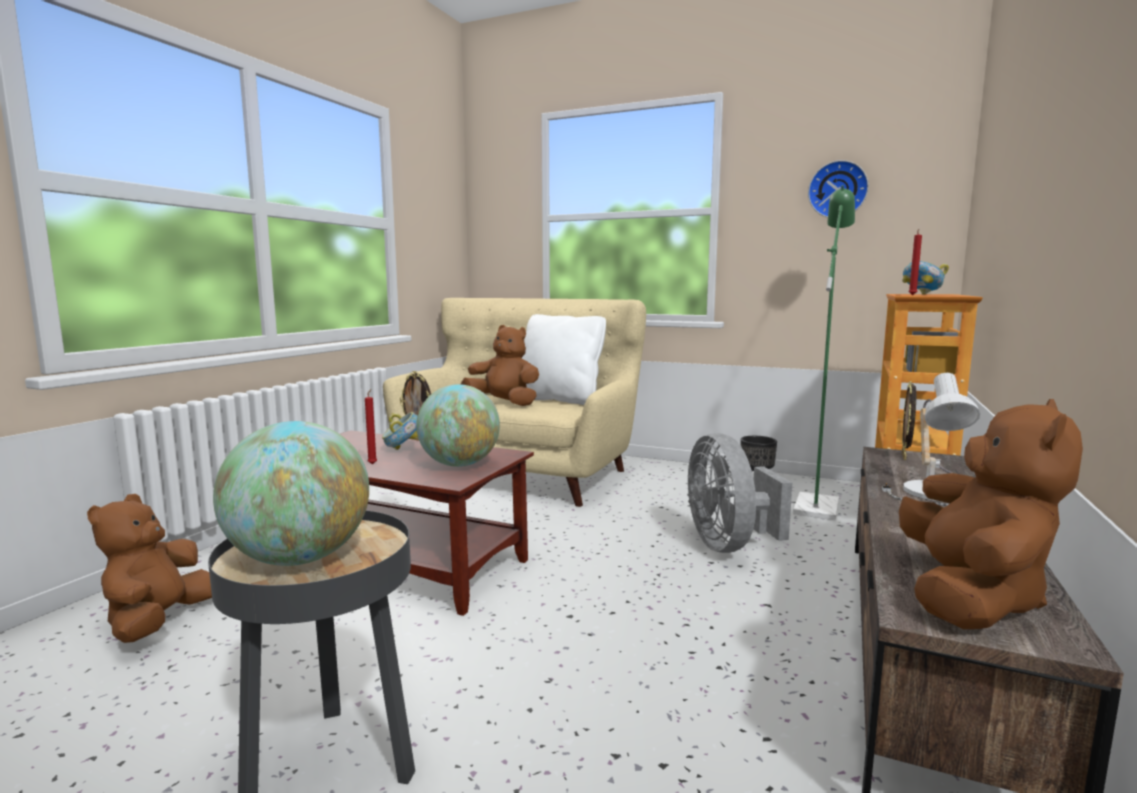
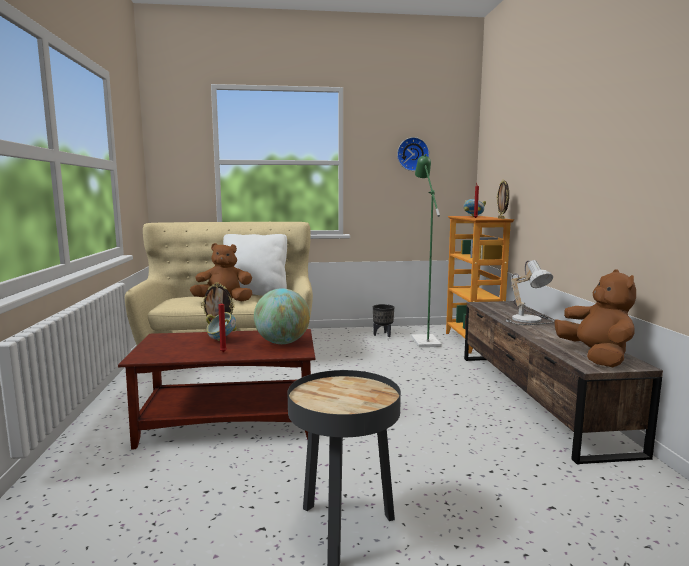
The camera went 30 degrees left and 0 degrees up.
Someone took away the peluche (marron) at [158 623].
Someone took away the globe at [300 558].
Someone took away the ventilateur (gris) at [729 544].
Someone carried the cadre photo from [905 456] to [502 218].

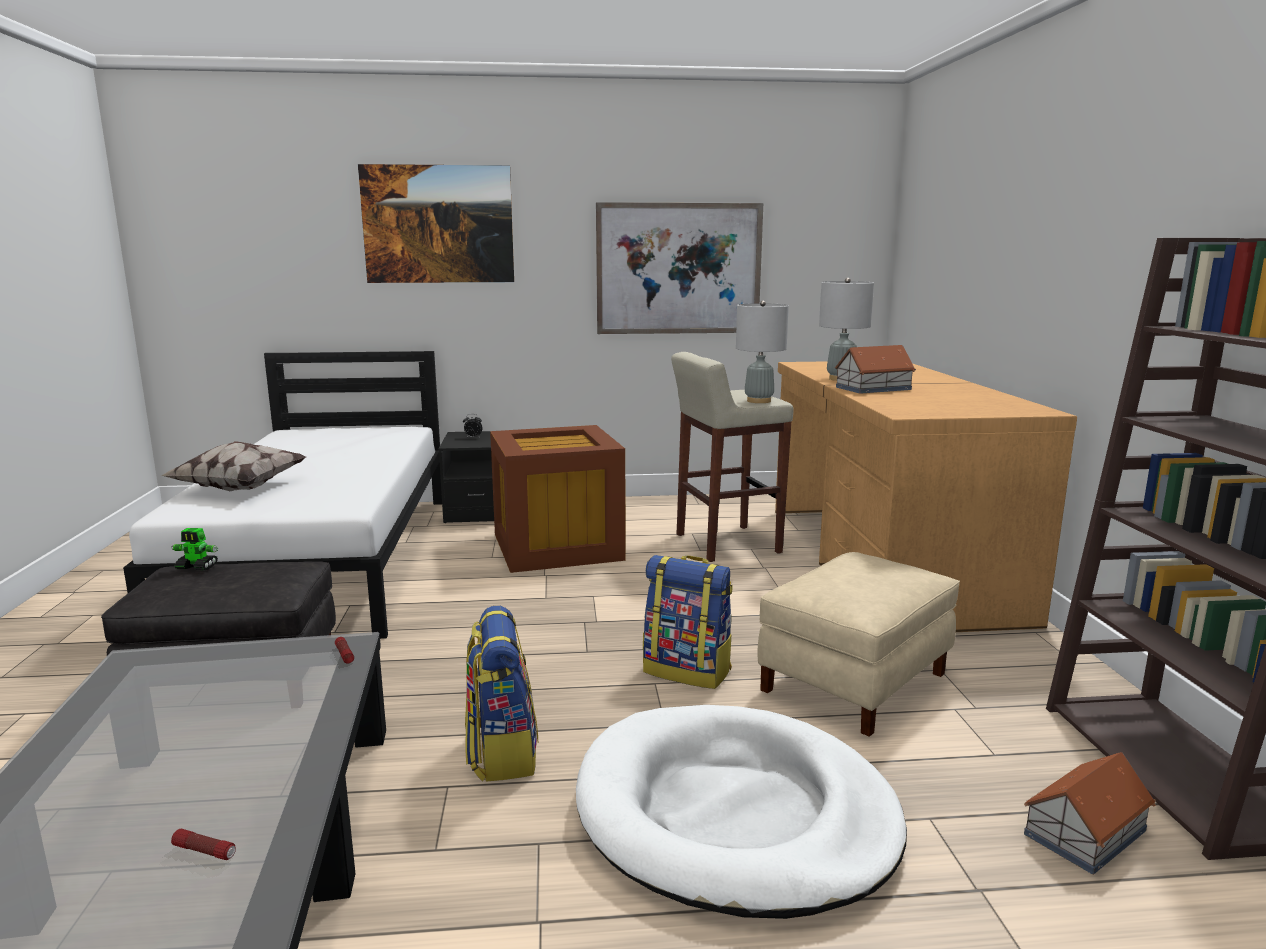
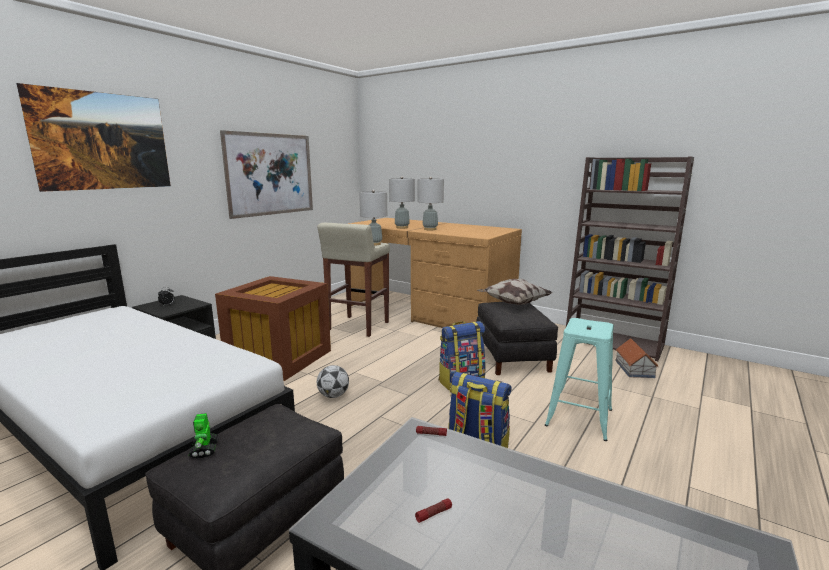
The camera went 50 degrees left and 0 degrees up.
Someone carried the coussin from [240 488] to [513 303].
Someone carried the lampe de poche from [205 851] to [434 514].
Someone rotated the robot jouet at [197 567] by 120 degrees clockwise.
Someone swapped the panier pour chien (blanc) at [734 814] for the tabouret (turquoise) at [579 417].
Someone repainted the pouf (beige) at [855 682], which became the pouf (noir) at [512 358].
Someone swapped the maison miniature at [874 388] for the lampe de table (gris) at [430 229].
Someone put down the ballon de foot at [333 395].

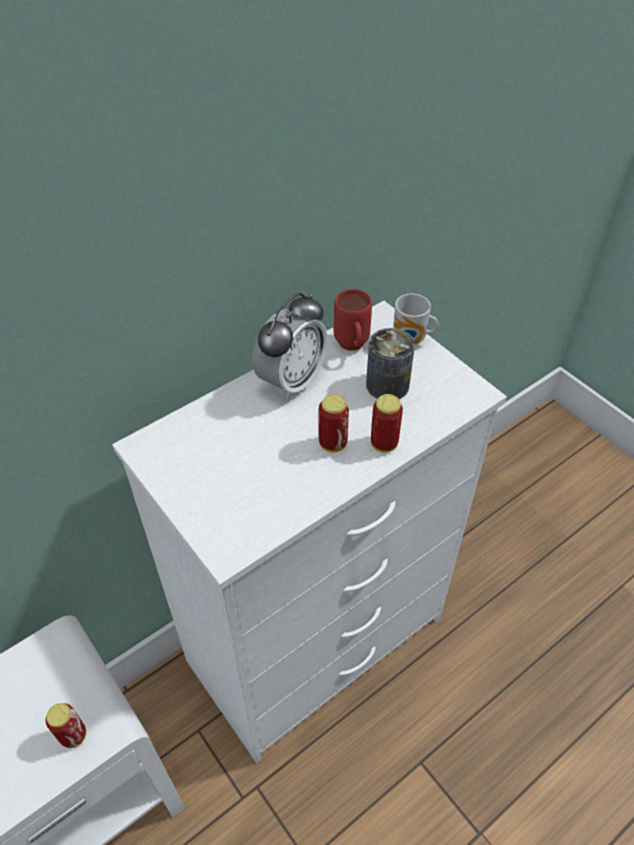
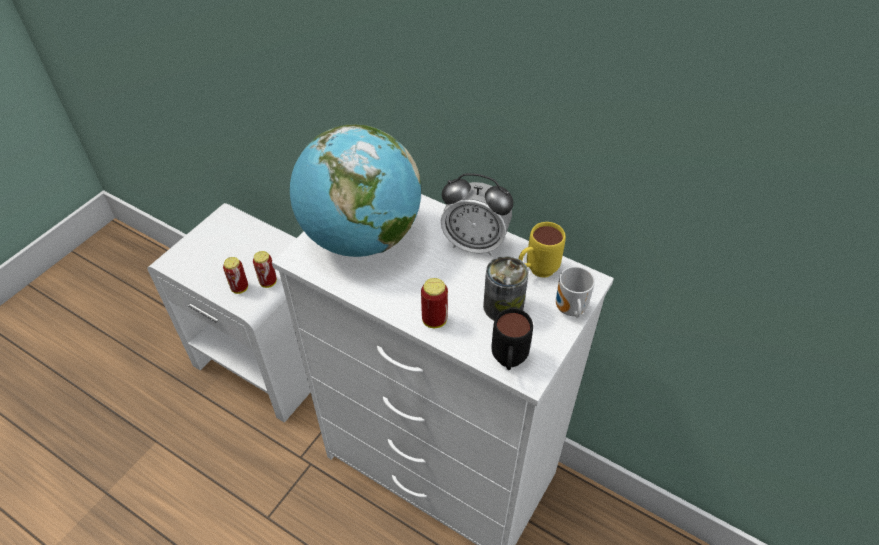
The camera went 70 degrees right and 0 degrees up.
Someone carried the boîte métallique from [332 444] to [268 282].
Someone repainted the mug (rouge) at [352 347], which became the mug (jaune) at [536 271].
Someone put down the globe at [361 238].
Someone put down the mug (noir) at [508 363].

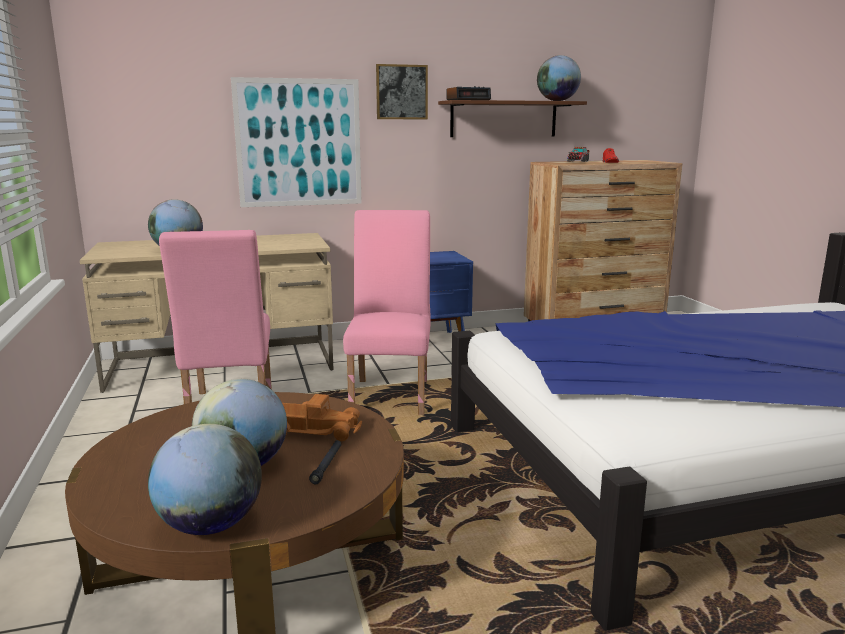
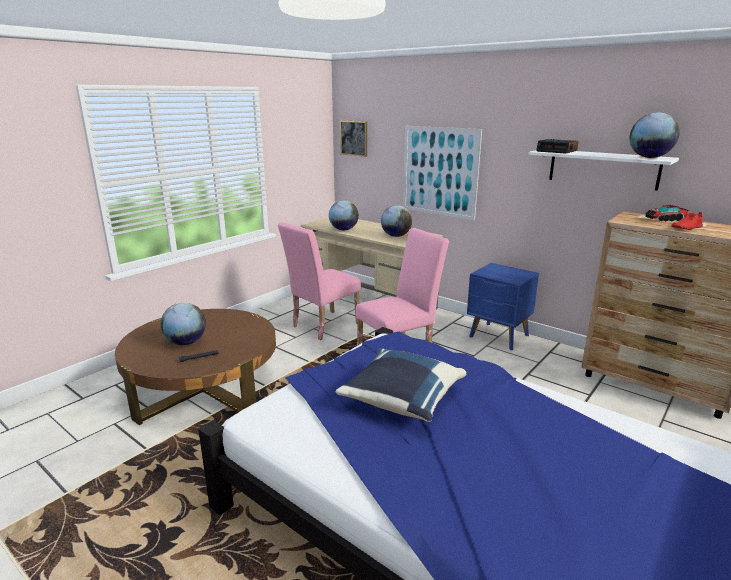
The camera went 55 degrees right and 5 degrees up.
Someone carried the globe from [210 525] to [396 236].
Someone took away the camion jouet at [313 430].
Someone carried the tableau from [401 92] to [354 138].
Someone repainted the étagère (marron) at [503 119], which became the étagère (blanc) at [603 168].
Someone put down the coussin (bleu) at [401 400].

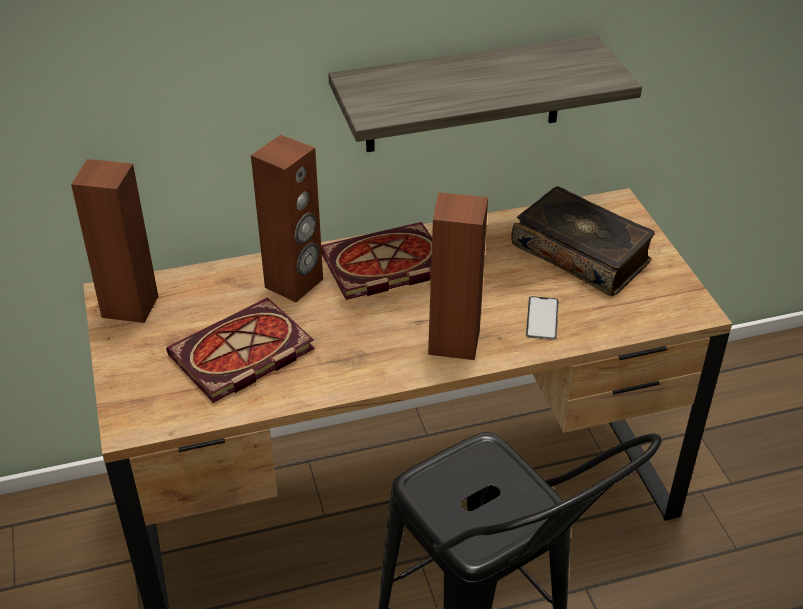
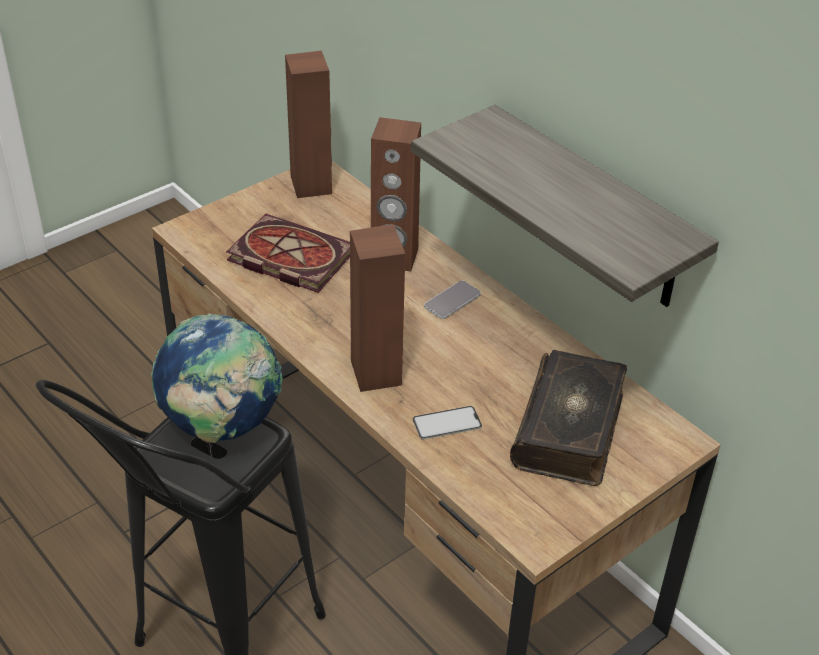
The camera went 65 degrees right and 0 degrees up.
Someone swapped the livre at [382 266] for the téléphone at [452 301].
Someone put down the globe at [222 426].

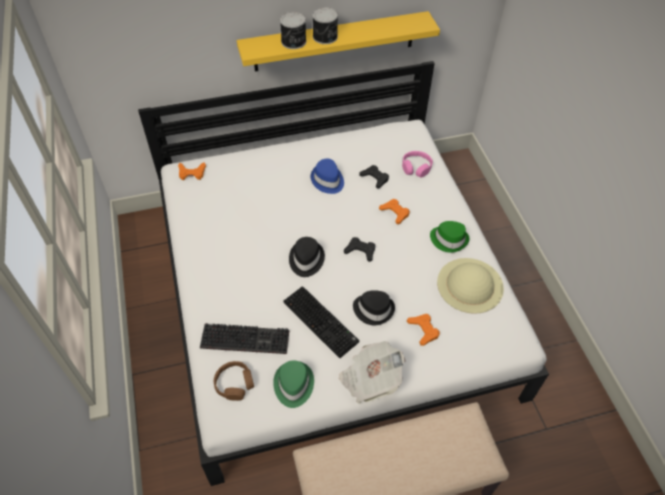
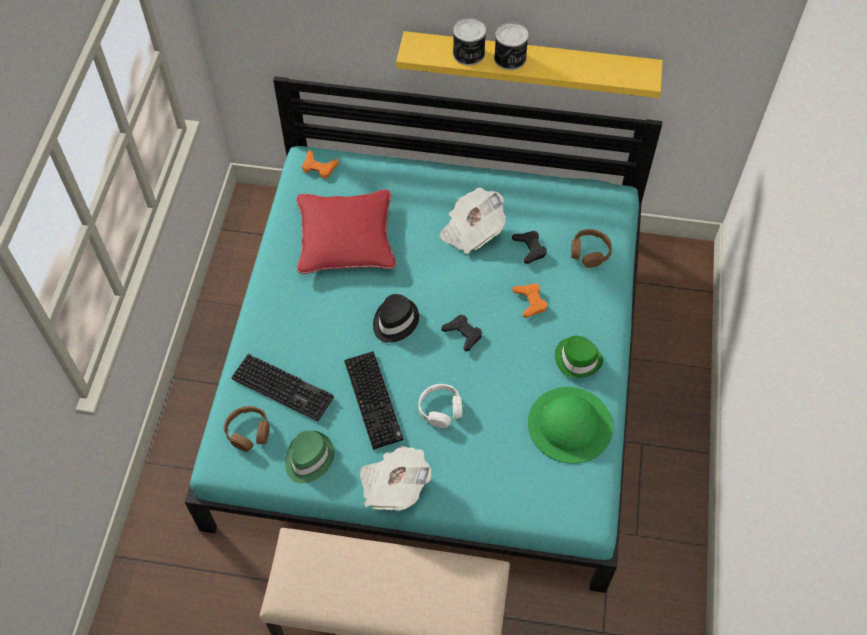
The camera went 25 degrees right and 5 degrees up.
Someone repainted the lit (blanc) at [332 294], which became the lit (turquoise) at [434 371].
Someone swapped the chapeau (bleu) at [327 180] for the journal at [471 231].
Someone swapped the chapeau (noir) at [373 309] for the casque audio (blanc) at [440 409].
Someone repainted the casque audio (rose) at [416 167], which became the casque audio (marron) at [589 252].
Someone took away the manette (orange) at [423 330].
Someone repainted the chapeau (beige) at [470 285], which became the chapeau (vert) at [570 424].
Someone put down the coussin (rouge) at [346 238].

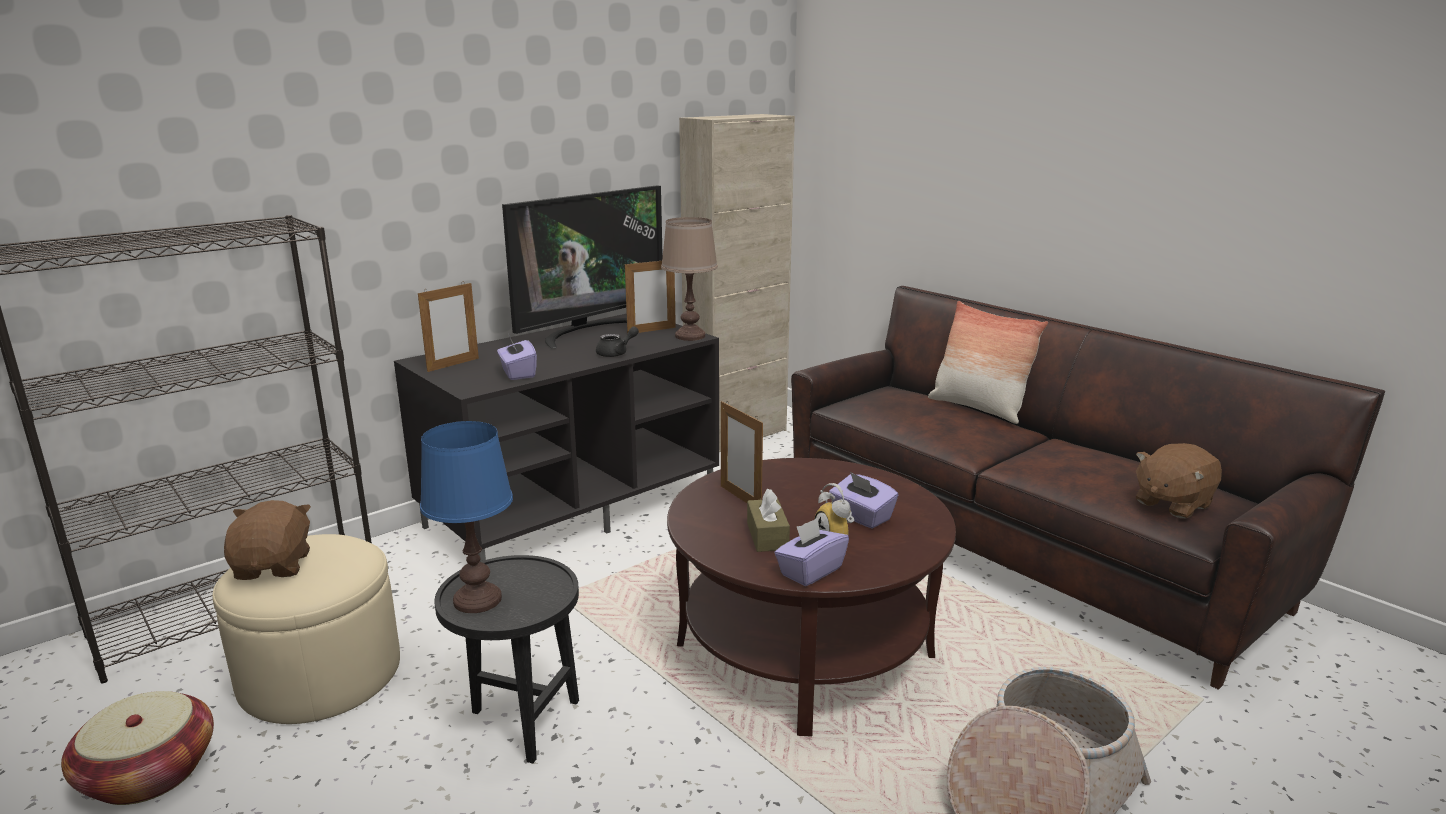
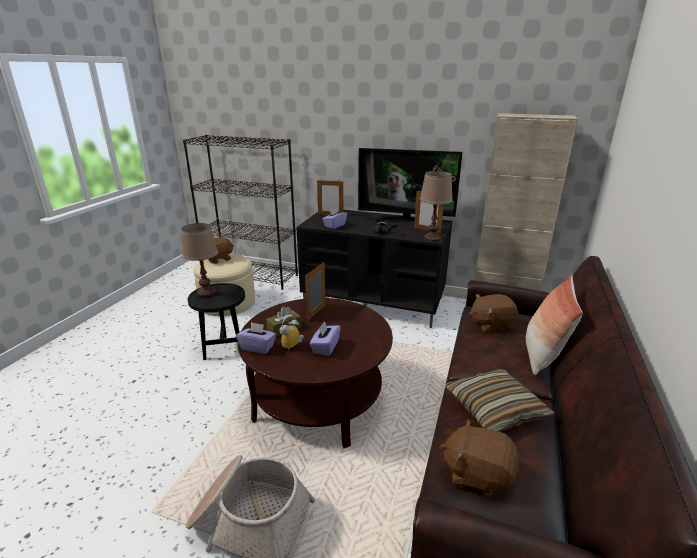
The camera went 60 degrees right and 5 degrees up.
Someone took away the panier at [149 773].
Someone repainted the lampe de table (bleu) at [477 600], which became the lampe de table (marron) at [206 292].
Someone put down the coussin at [495 409].
Someone put down the peluche (marron) at [491 325].

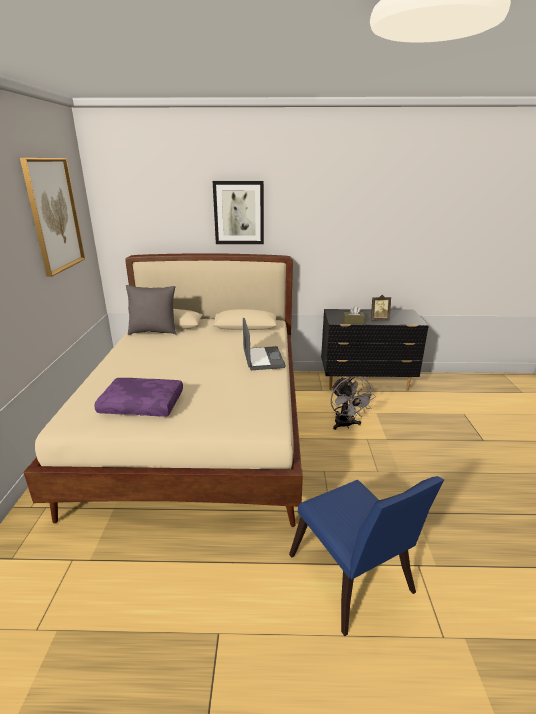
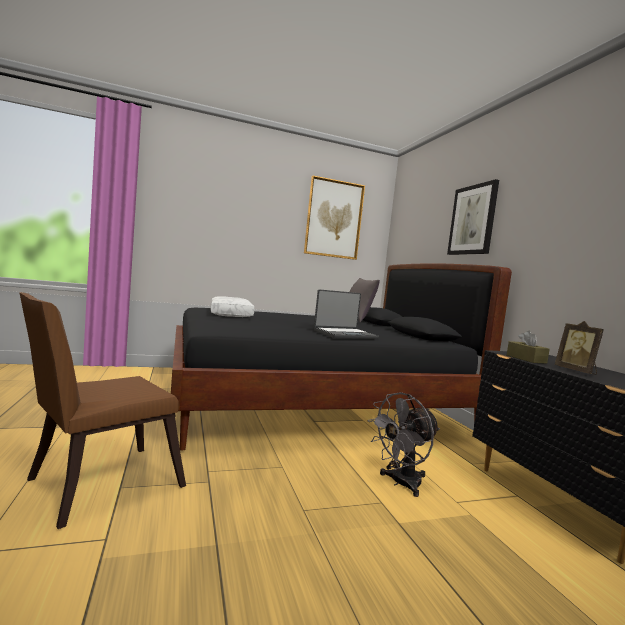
The camera went 70 degrees right and 20 degrees down.
Someone repainted the lit (beige) at [200 430], which became the lit (noir) at [311 404].
Someone repainted the coussin (violet) at [143 404], which became the coussin (blanc) at [231 314].
Someone repainted the chaise (bleu) at [353 581], which became the chaise (marron) at [96 485].

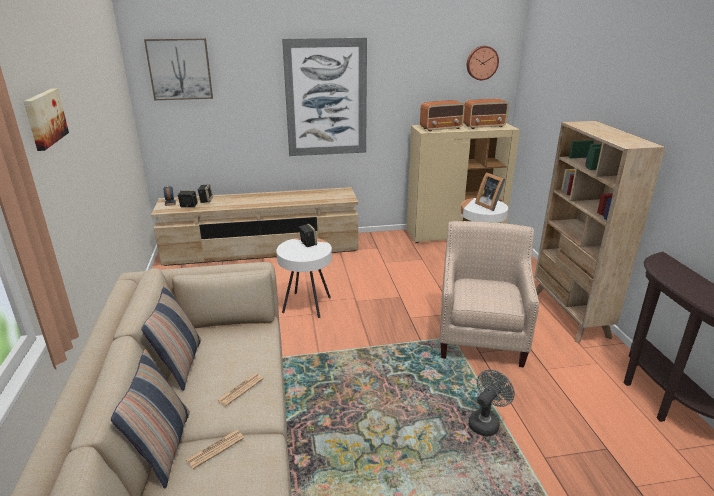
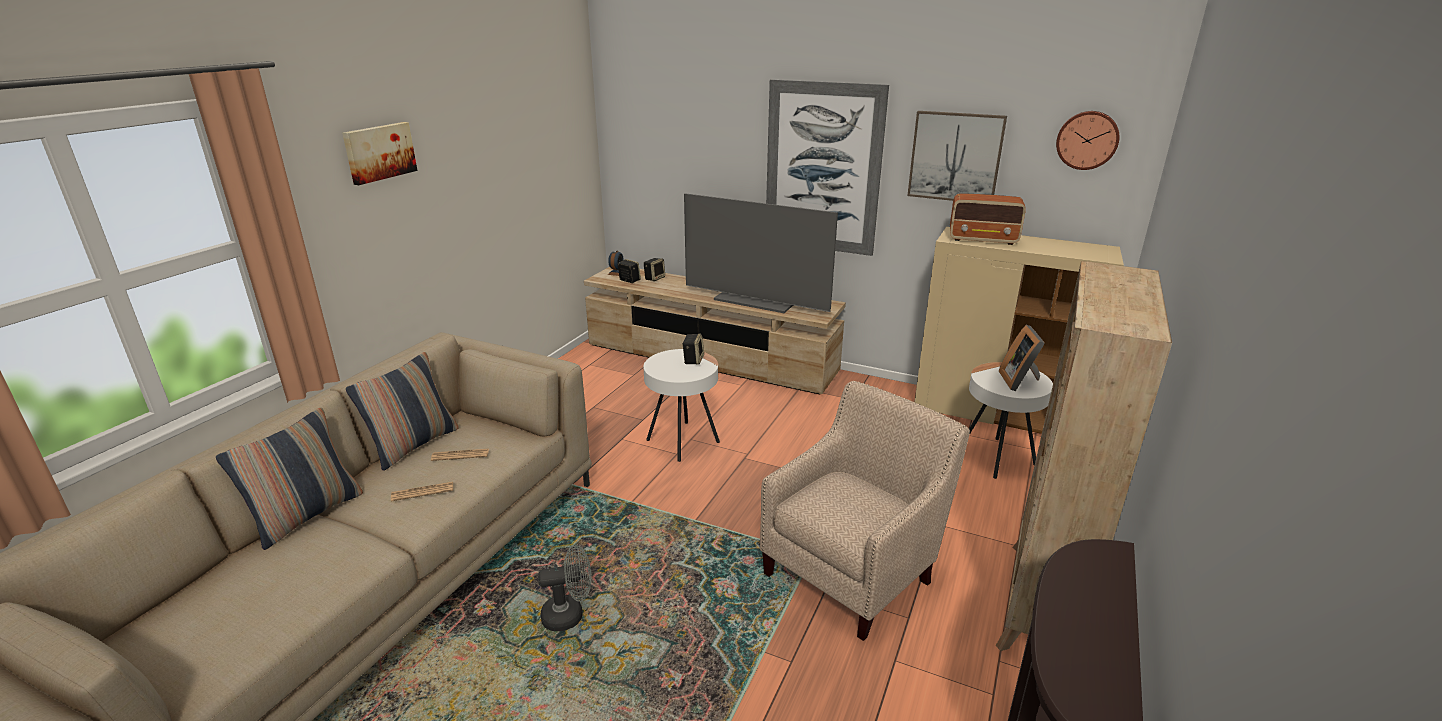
The camera went 35 degrees right and 0 degrees up.
Someone carried the tableau from [180 69] to [955 157].
Someone carried the journal from [215 449] to [460 455].
Someone took away the radio at [484 126].
Someone carried the ventilateur (gris) from [486 422] to [569 615].
Someone put down the téléviseur at [757 300].

